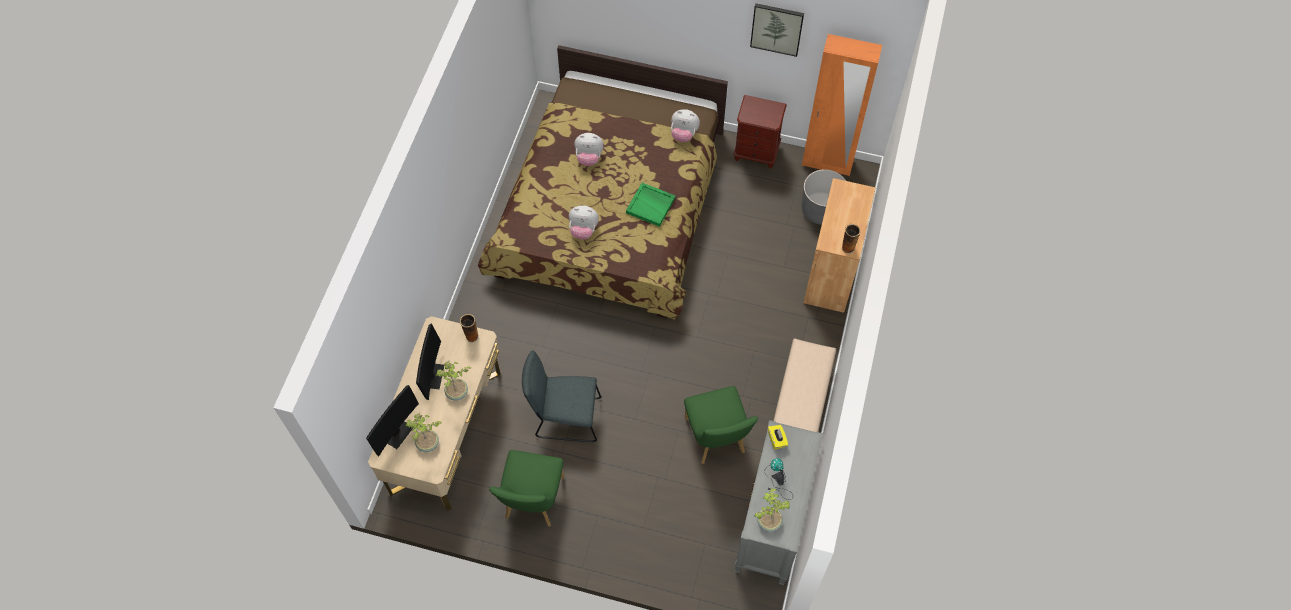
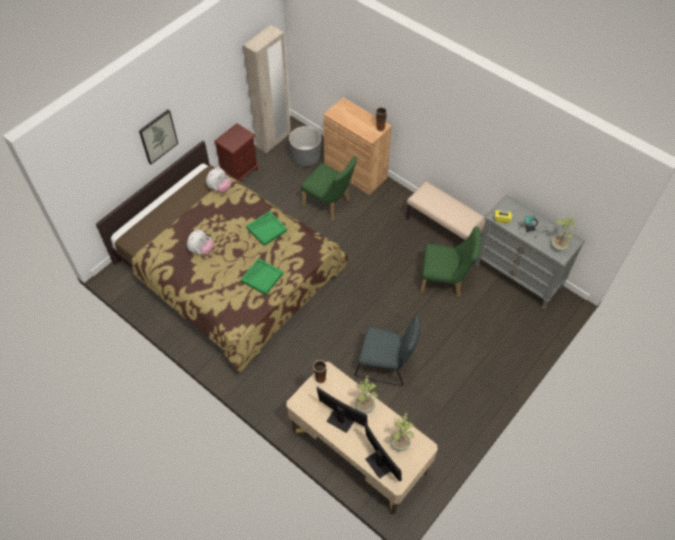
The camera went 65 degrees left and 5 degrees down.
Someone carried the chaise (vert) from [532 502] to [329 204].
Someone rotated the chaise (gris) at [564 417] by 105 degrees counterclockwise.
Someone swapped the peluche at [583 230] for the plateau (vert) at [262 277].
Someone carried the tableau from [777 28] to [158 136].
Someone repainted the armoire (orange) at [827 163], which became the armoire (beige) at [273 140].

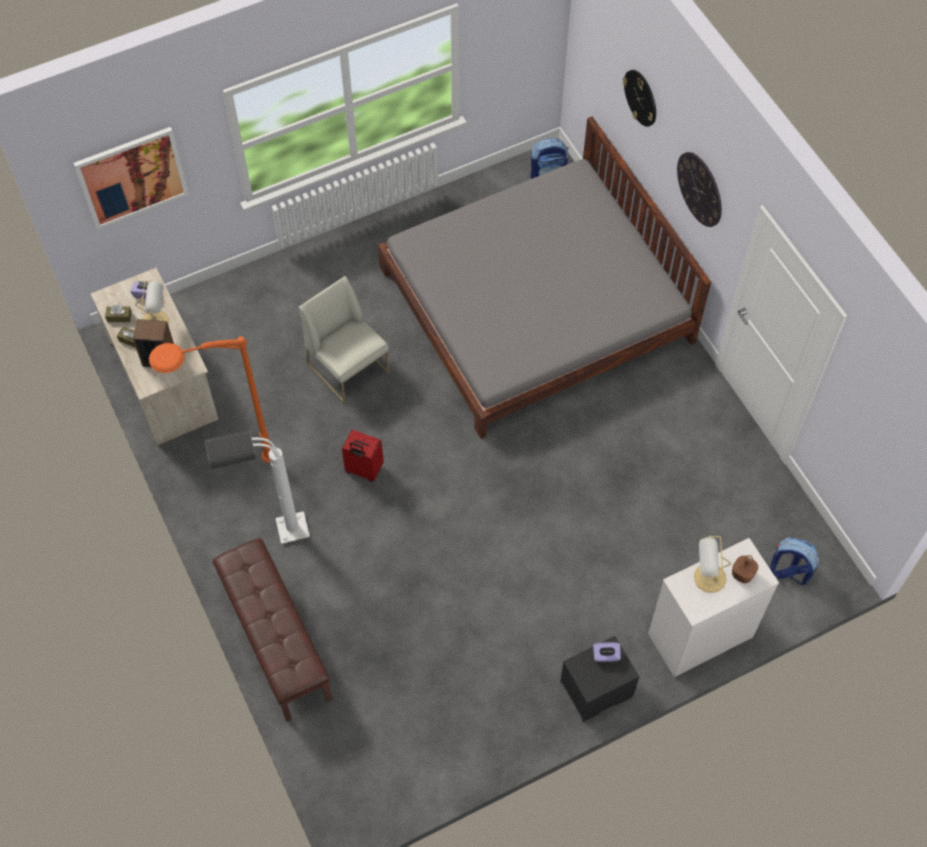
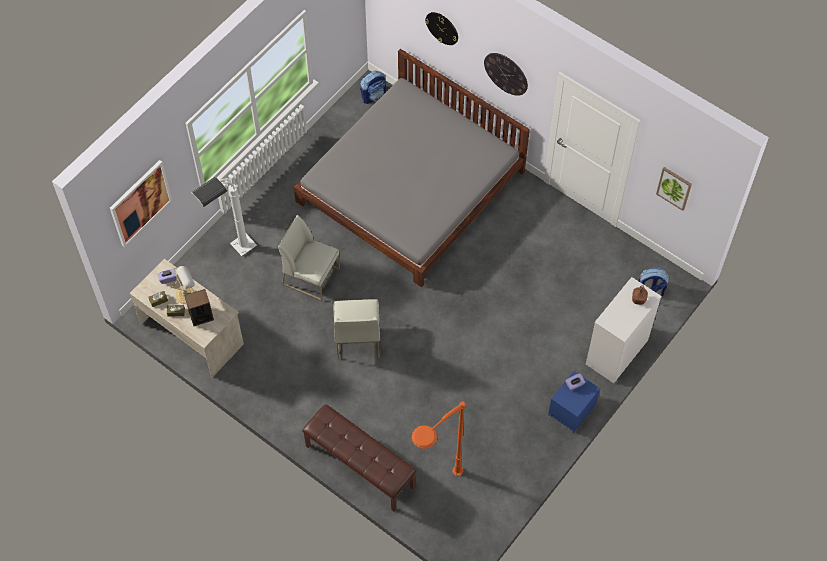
The camera went 25 degrees left and 0 degrees up.
Someone carried the lampadaire (orange) from [223 470] to [433 494].
Someone carried the lampadaire (blanc) from [272 534] to [232 253].
Someone swapped the valise (rouge) at [363 470] for the chaise (blanc) at [357 337].
Someone repainted the table de chevet (noir) at [596 691], which became the table de chevet (bleu) at [572 411].
Someone took away the lampe de table at [708 578].
Someone put up the tableau at [674 188].

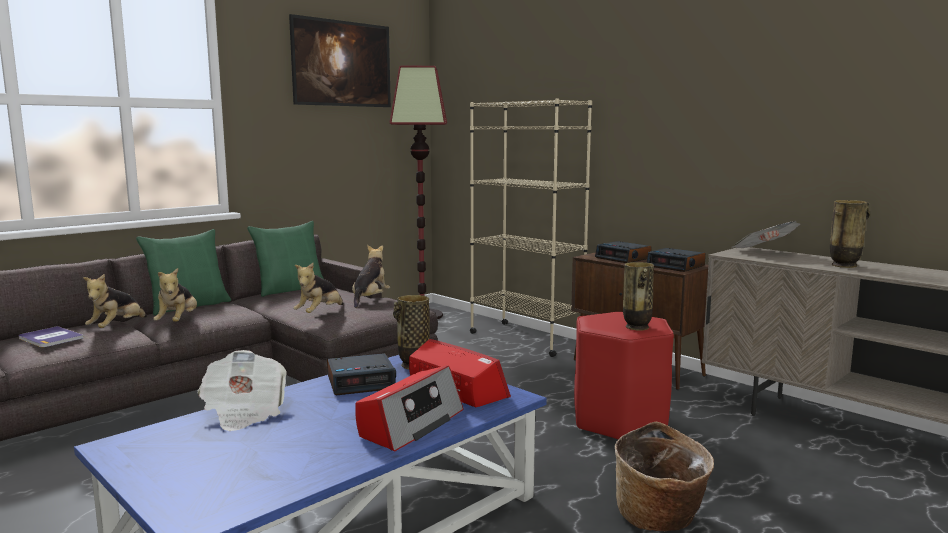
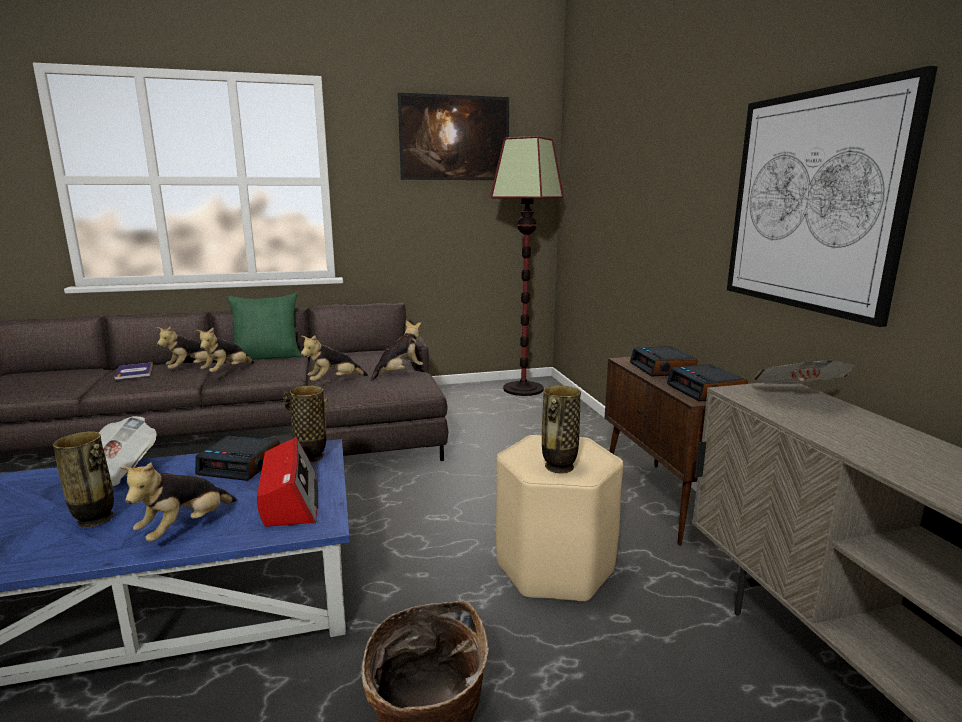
The camera went 30 degrees right and 5 degrees up.
Someone took away the coussin (vert) at [290 289].
Someone swapped the radio at [410 424] for the peluche at [185 528].
Someone took away the bibliothèque (beige) at [526 339].
Someone repainted the tabouret (rouge) at [619 421], which became the tabouret (beige) at [555 568].
Someone carried the vase from [844 266] to [95 520].
Someone put up the tableau at [813 202].

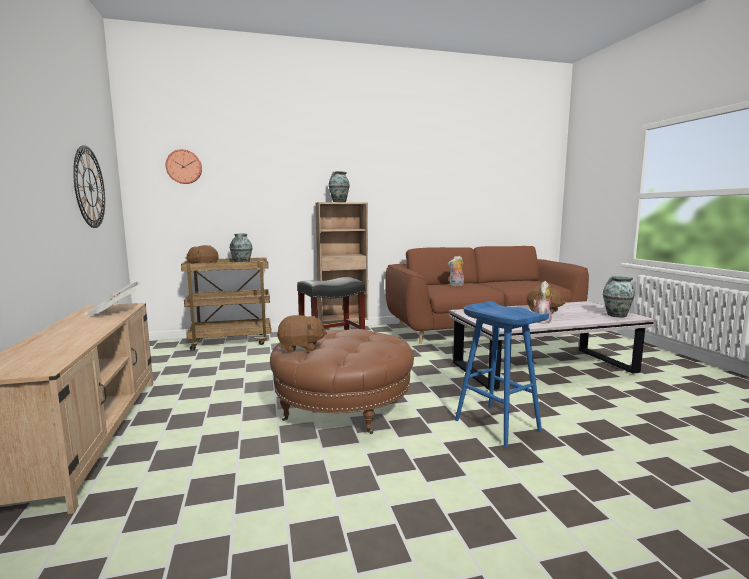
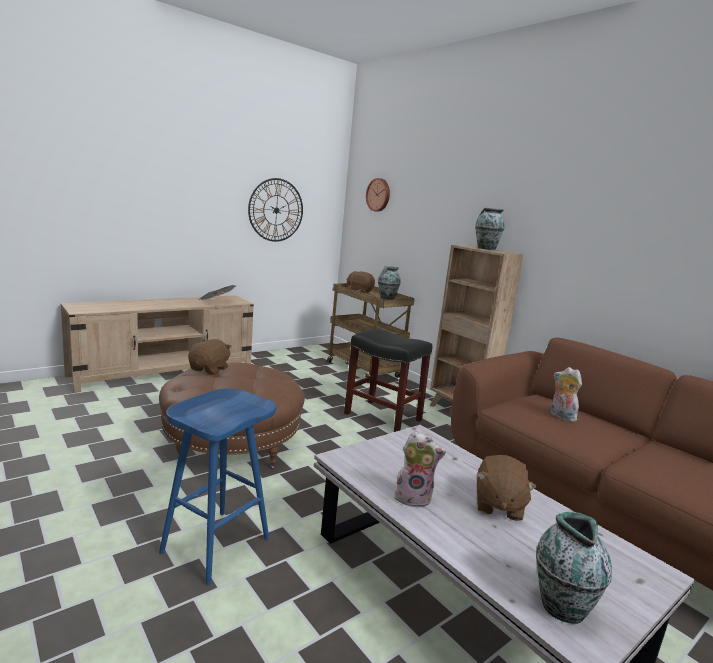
The camera went 65 degrees right and 5 degrees up.
Someone rotated the peluche (marron) at [301 347] by 135 degrees counterclockwise.

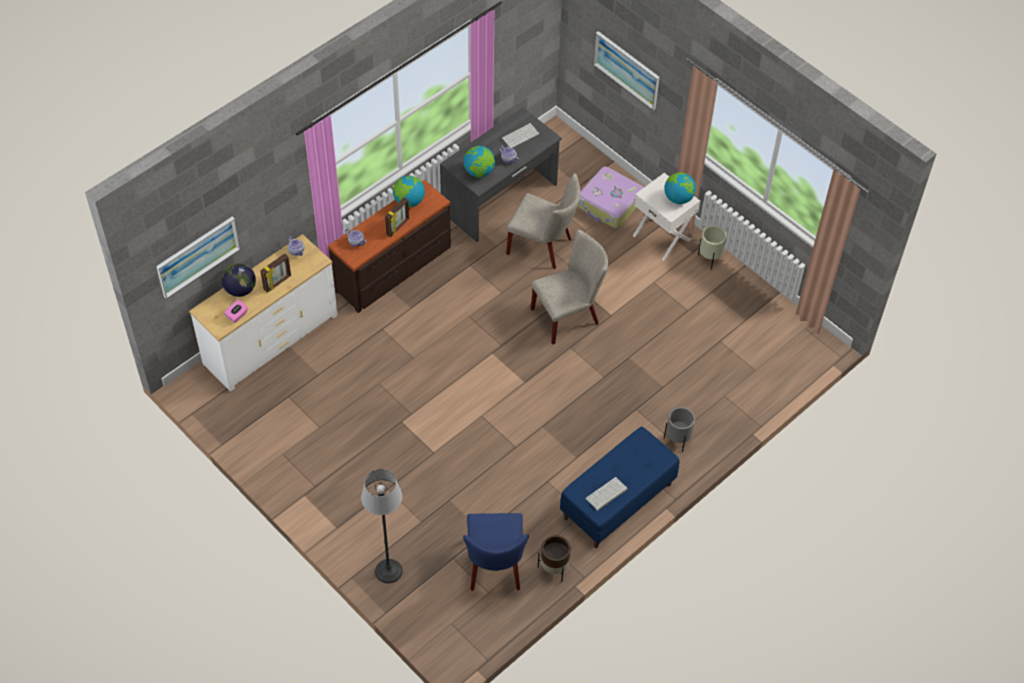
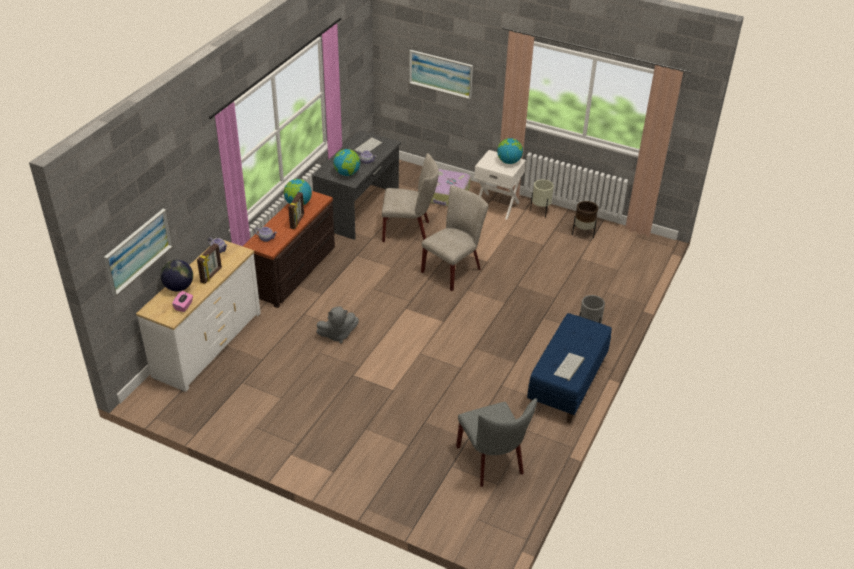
The camera went 20 degrees left and 15 degrees down.
Someone took away the lampadaire at [388 571].
Someone repainted the chaise (bleu) at [495 568], which became the chaise (gris) at [492 463].
Someone carried the cache-pot (marron) from [554 568] to [583 233].
Someone put down the peluche (gris) at [337 335].

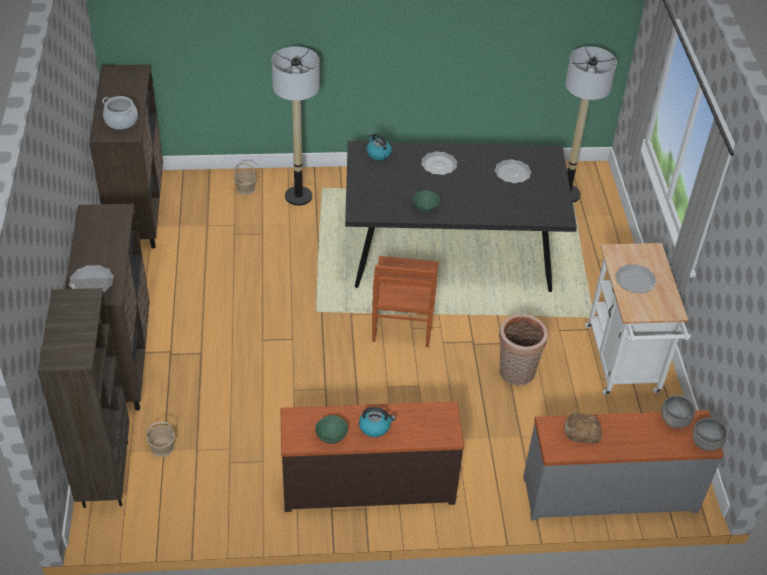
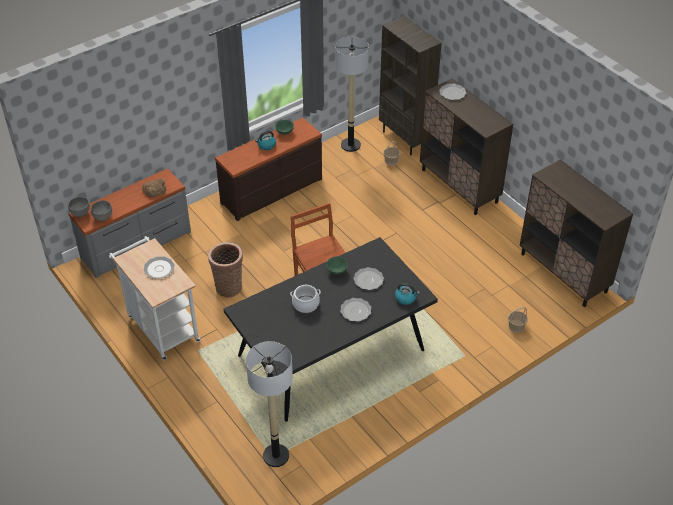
The camera went 150 degrees right and 0 degrees up.
Someone carried the marmite from [121 121] to [305 304].
Someone carried the lampadaire from [298 196] to [350 145].
Someone carried the assiette from [512 173] to [368 279].

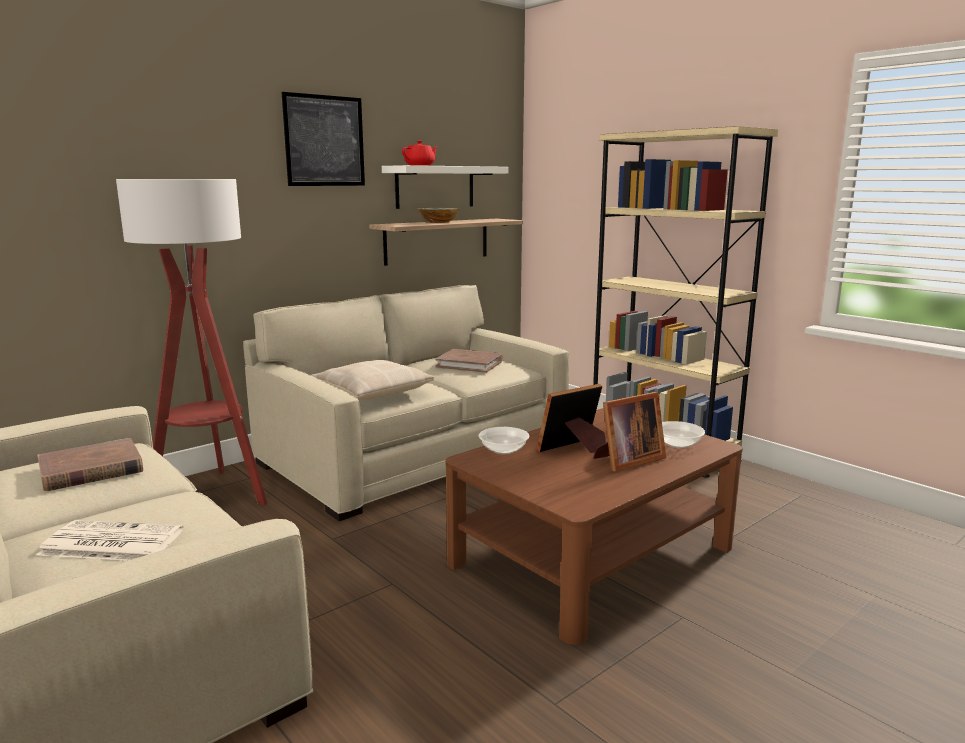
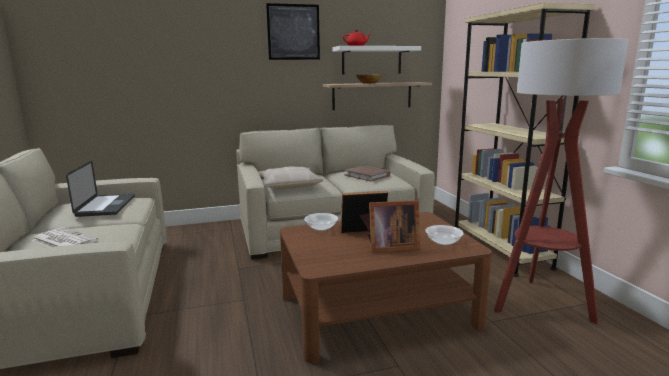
The camera went 25 degrees right and 0 degrees up.
Someone swapped the livre (marron) at [91 469] for the ordinateur portable at [106 206].
Someone carried the lampadaire from [212 495] to [539 303].

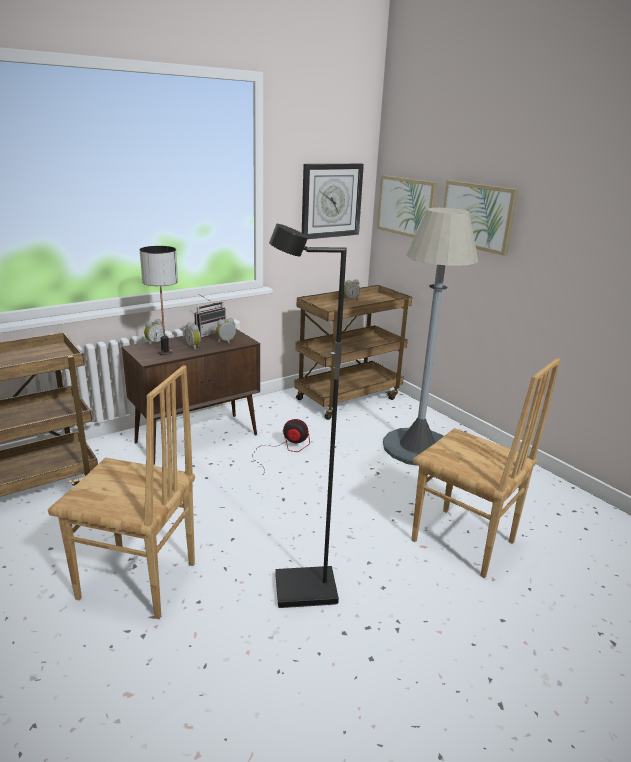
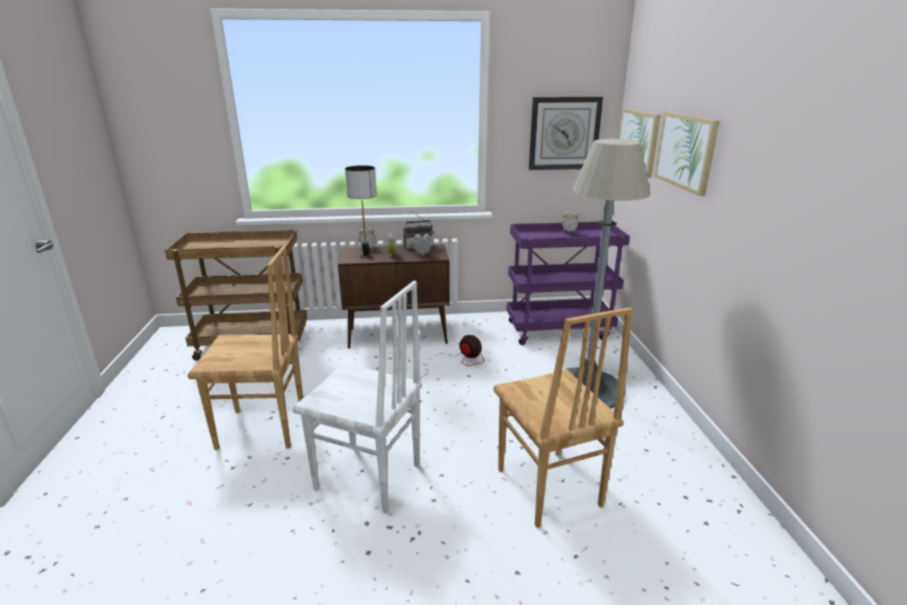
The camera went 30 degrees right and 0 degrees up.
Someone rotated the chaise (marron) at [137 582] by 45 degrees counterclockwise.
Someone swapped the lampadaire (noir) at [305 591] for the chaise (blanc) at [368 478].
Someone repainted the chariot (marron) at [348 398], which became the chariot (violet) at [559 330].

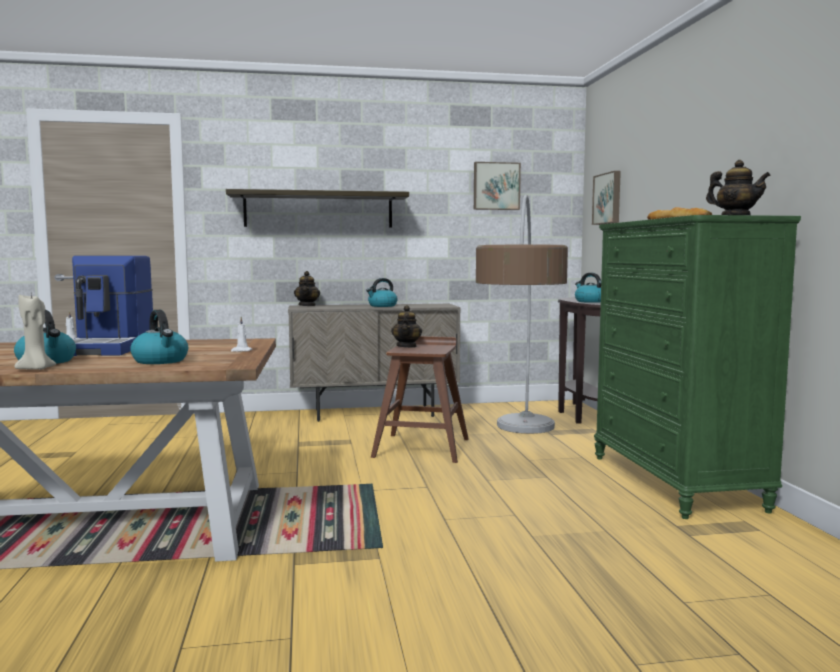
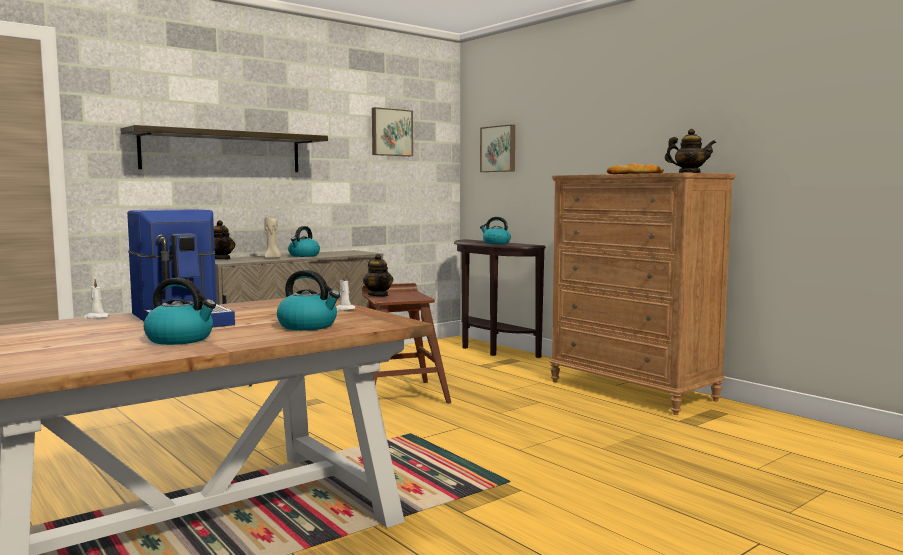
The camera went 30 degrees left and 0 degrees up.
Someone carried the bougie (beige) from [36 369] to [272 258].
Someone took away the lampadaire at [521 448].
Someone repainted the commode (vert) at [675 482], which became the commode (marron) at [632 390].

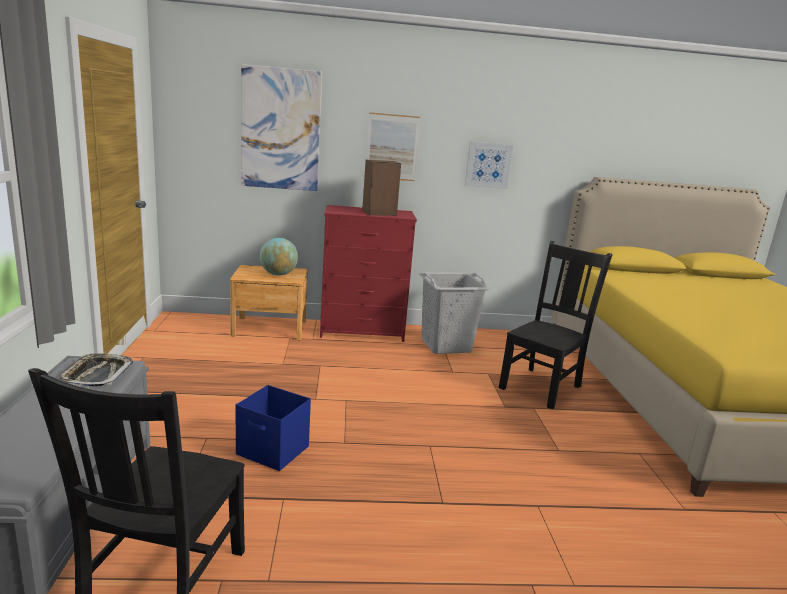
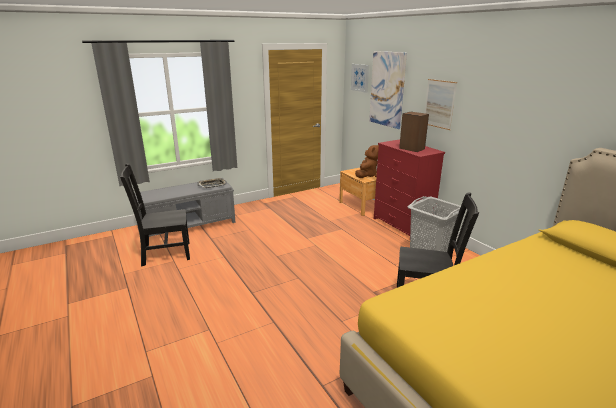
The camera went 65 degrees right and 5 degrees up.
Someone took away the boîte de rangement (bleu) at [273 451].
Someone swapped the globe at [278 274] for the peluche (marron) at [366 175].
Someone carried the tableau from [488 165] to [360 77].

